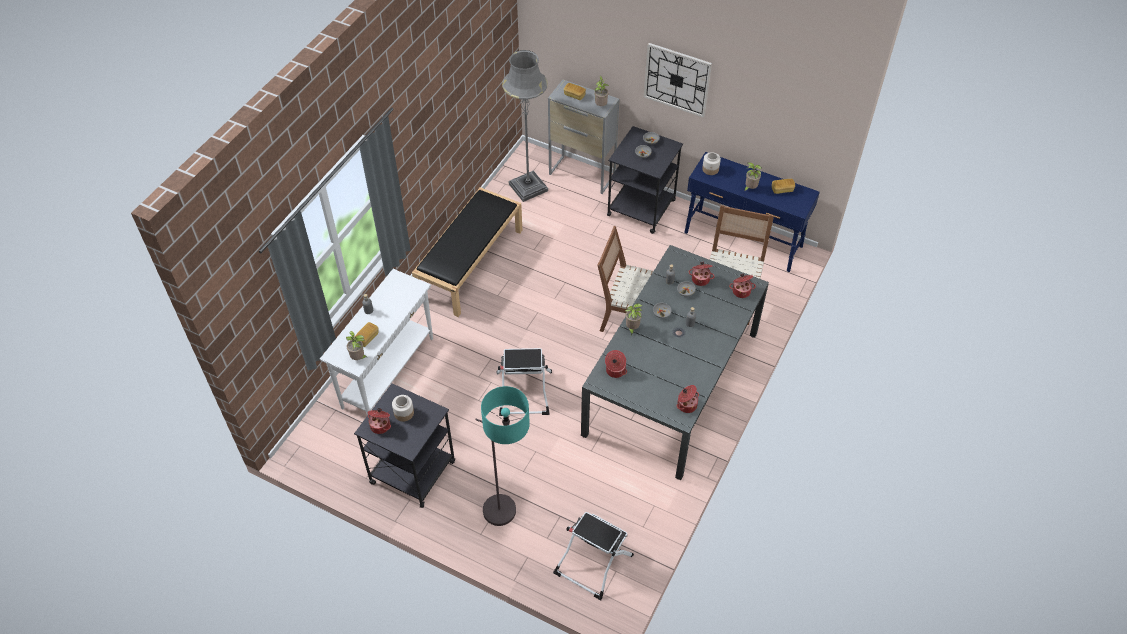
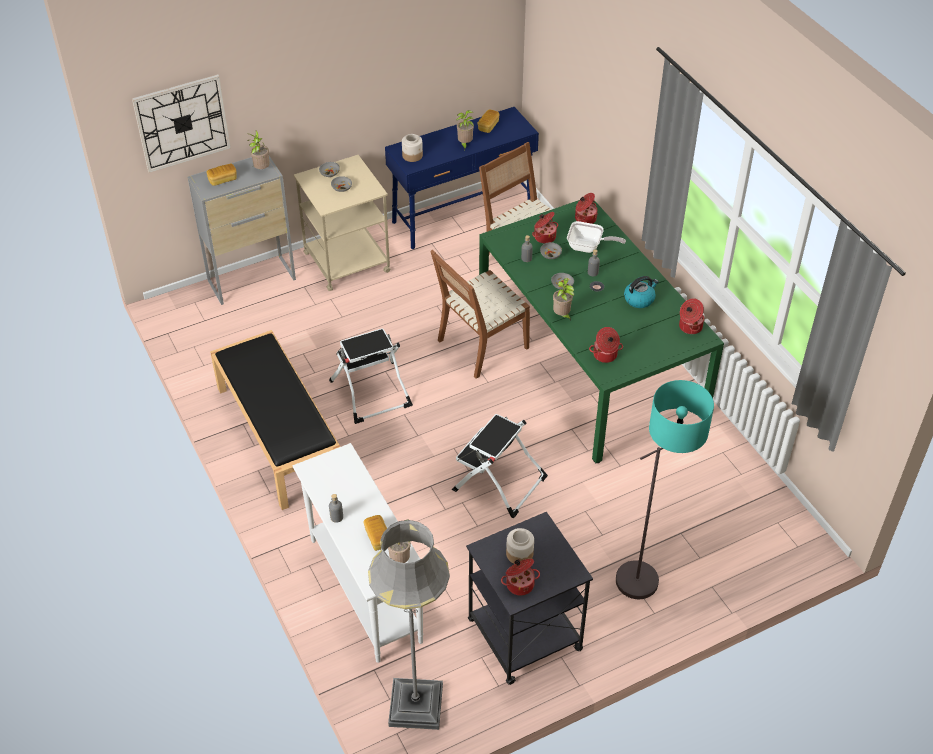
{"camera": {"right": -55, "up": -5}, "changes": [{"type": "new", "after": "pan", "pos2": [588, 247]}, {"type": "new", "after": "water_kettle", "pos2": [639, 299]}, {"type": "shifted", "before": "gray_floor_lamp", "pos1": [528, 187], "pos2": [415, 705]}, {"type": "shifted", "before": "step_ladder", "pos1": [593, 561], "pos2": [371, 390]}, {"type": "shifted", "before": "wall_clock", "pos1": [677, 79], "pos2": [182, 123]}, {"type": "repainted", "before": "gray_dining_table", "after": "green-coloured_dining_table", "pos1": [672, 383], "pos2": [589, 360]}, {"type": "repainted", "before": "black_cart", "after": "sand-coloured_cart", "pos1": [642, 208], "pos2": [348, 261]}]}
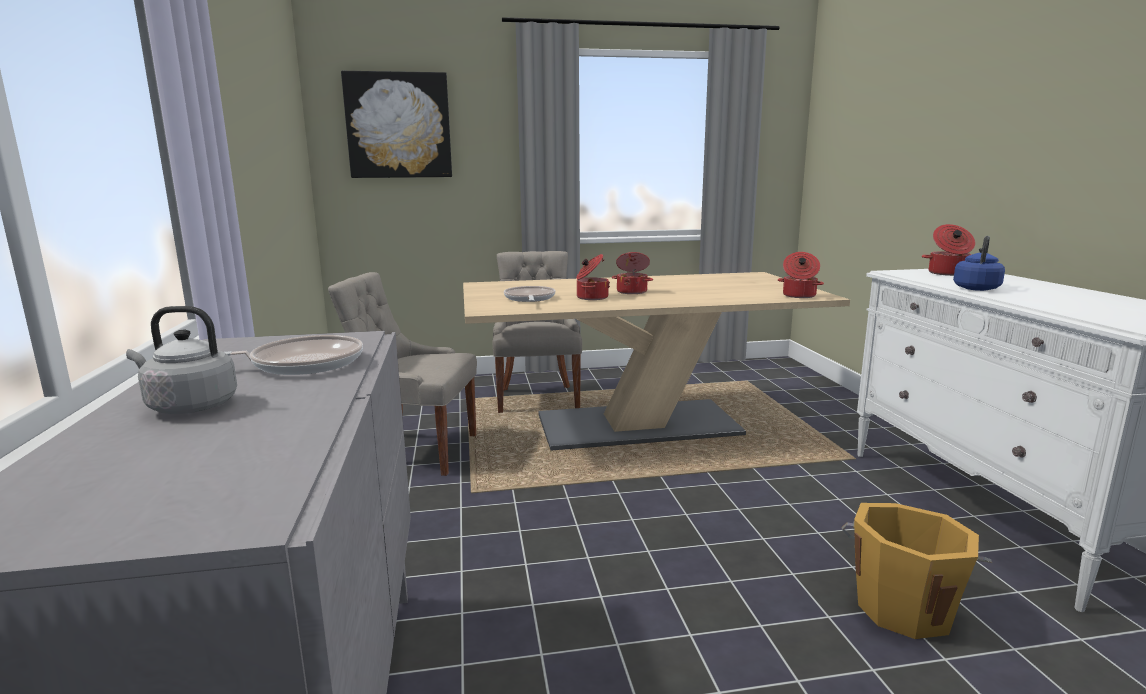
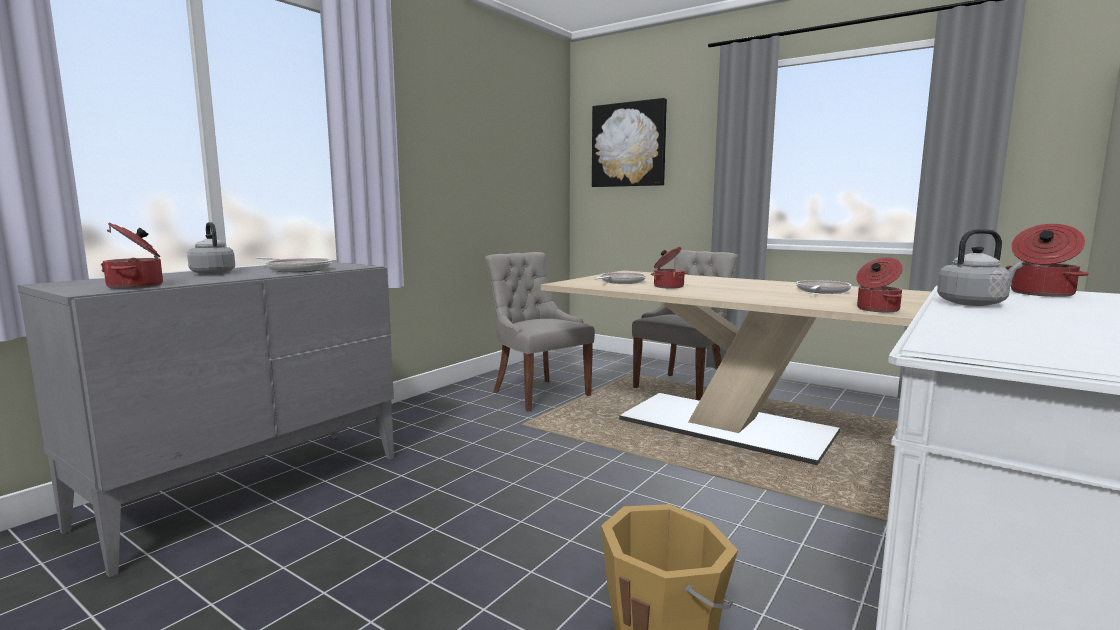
{"camera": {"right": 45, "up": -5}, "changes": [{"type": "new", "after": "pan", "pos2": [821, 291]}, {"type": "shifted", "before": "cooking_pot", "pos1": [632, 291], "pos2": [137, 286]}, {"type": "repainted", "before": "blue_water_kettle", "after": "gray_water_kettle", "pos1": [976, 288], "pos2": [974, 303]}]}
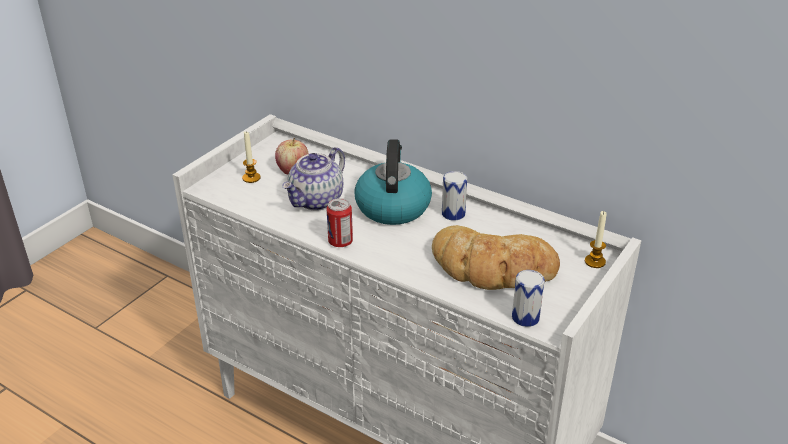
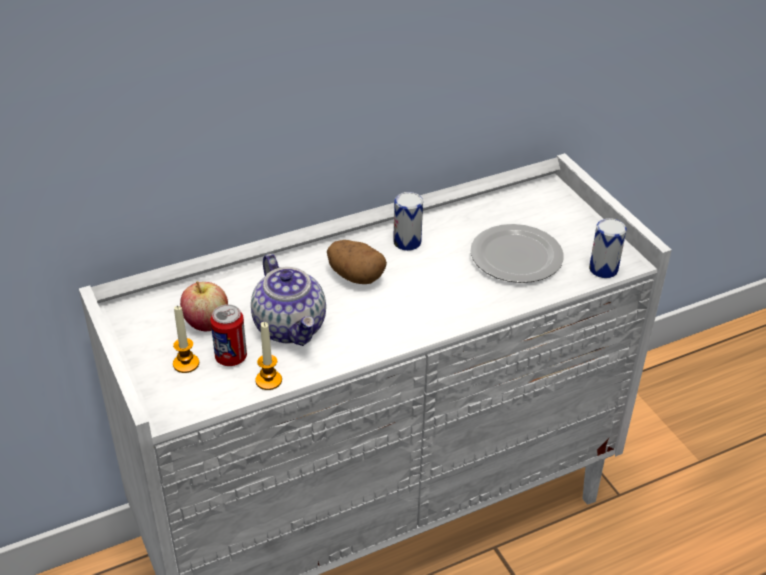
{"camera": {"right": -60, "up": 5}, "changes": [{"type": "shifted", "before": "sealed_can", "pos1": [340, 242], "pos2": [231, 358]}, {"type": "shifted", "before": "candle", "pos1": [595, 261], "pos2": [268, 380]}, {"type": "swapped", "before": "water_kettle", "after": "potato", "pos1": [392, 206], "pos2": [355, 276]}, {"type": "swapped", "before": "bread", "after": "plate", "pos1": [492, 267], "pos2": [516, 256]}]}
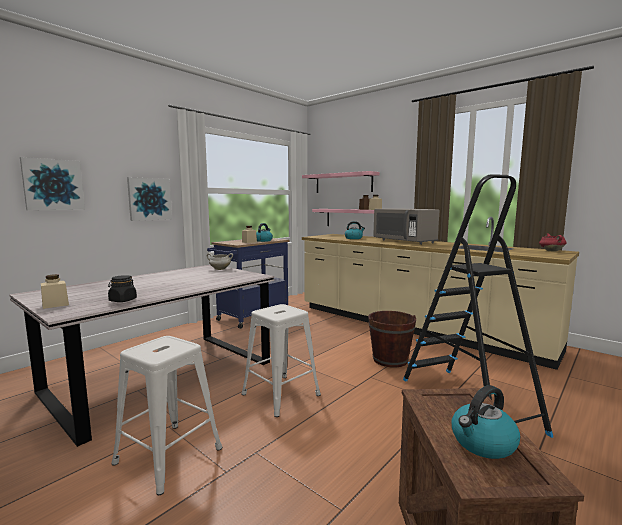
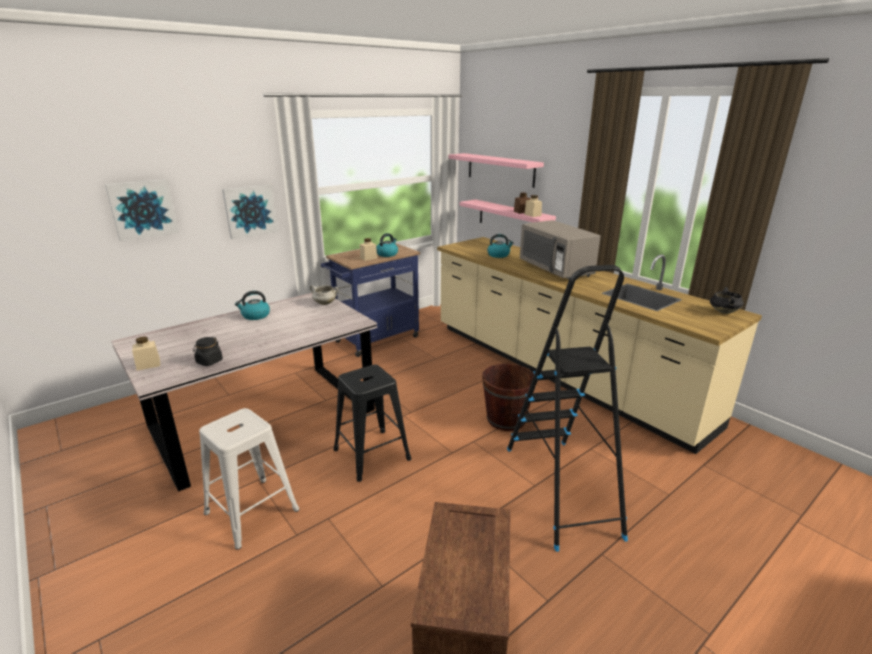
{"camera": {"right": 10, "up": 15}, "changes": [{"type": "shifted", "before": "water_kettle", "pos1": [483, 443], "pos2": [255, 316]}, {"type": "repainted", "before": "white-coloured_stool", "after": "black_stool", "pos1": [281, 395], "pos2": [371, 454]}, {"type": "repainted", "before": "red-coloured_cooking_pot", "after": "black_cooking_pot", "pos1": [551, 251], "pos2": [723, 312]}]}
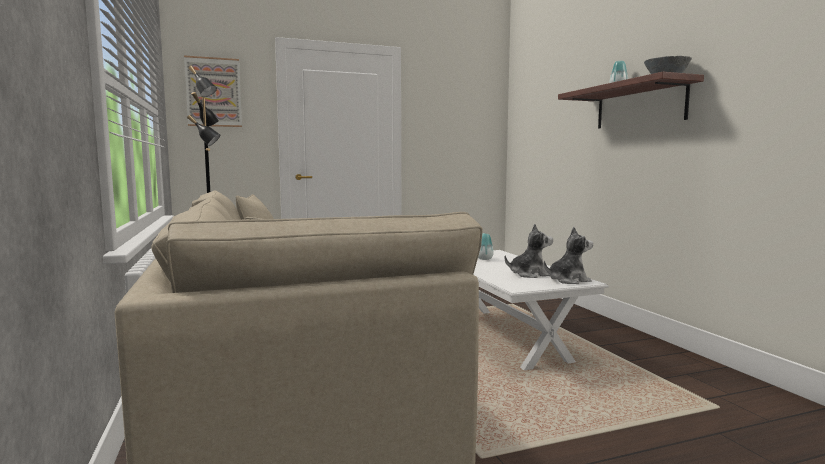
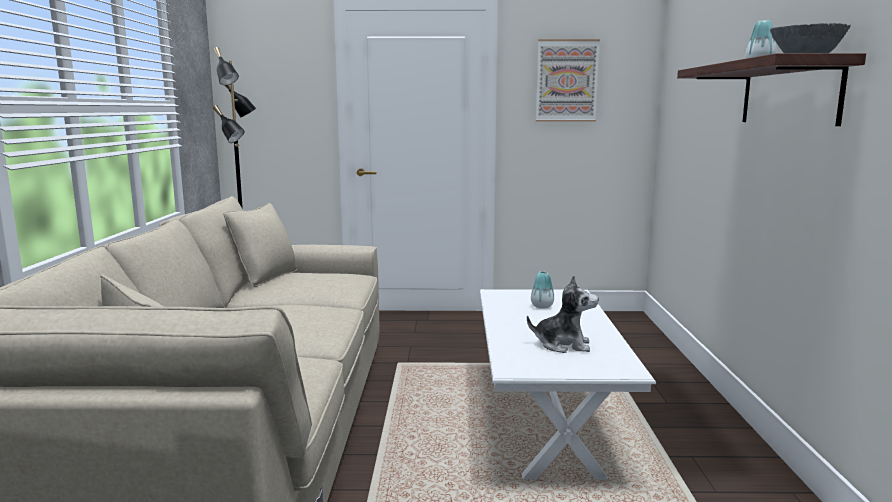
{"camera": {"right": 20, "up": 5}, "changes": [{"type": "gone", "before": "cuddly_toy", "pos1": [568, 280]}, {"type": "shifted", "before": "wall_picture", "pos1": [213, 92], "pos2": [566, 81]}]}
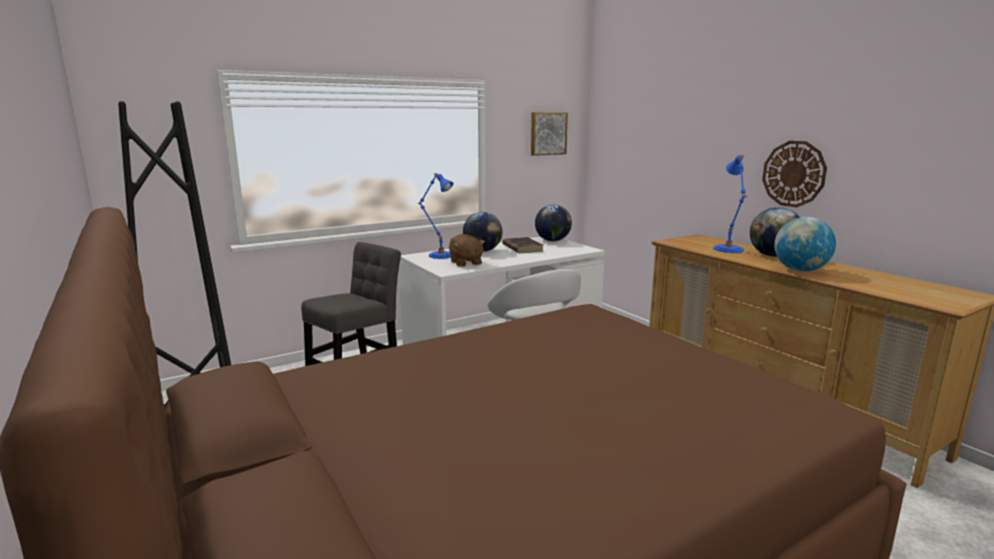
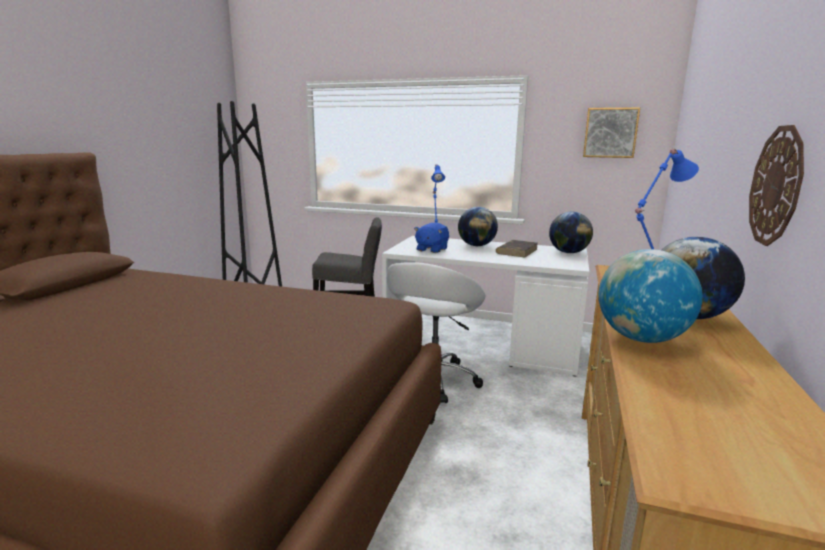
{"camera": {"right": 50, "up": 0}, "changes": [{"type": "repainted", "before": "brown-coloured_cuddly_toy", "after": "blue_cuddly_toy", "pos1": [465, 263], "pos2": [431, 249]}]}
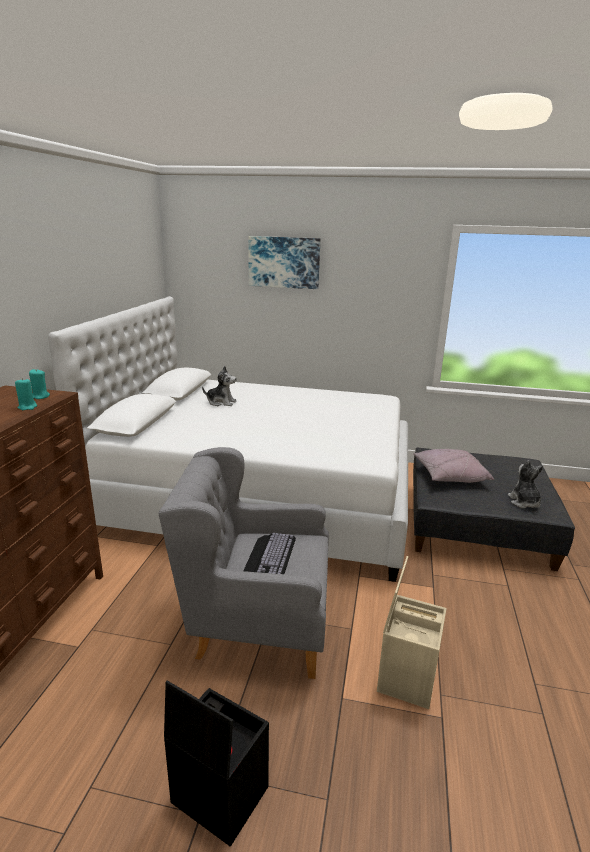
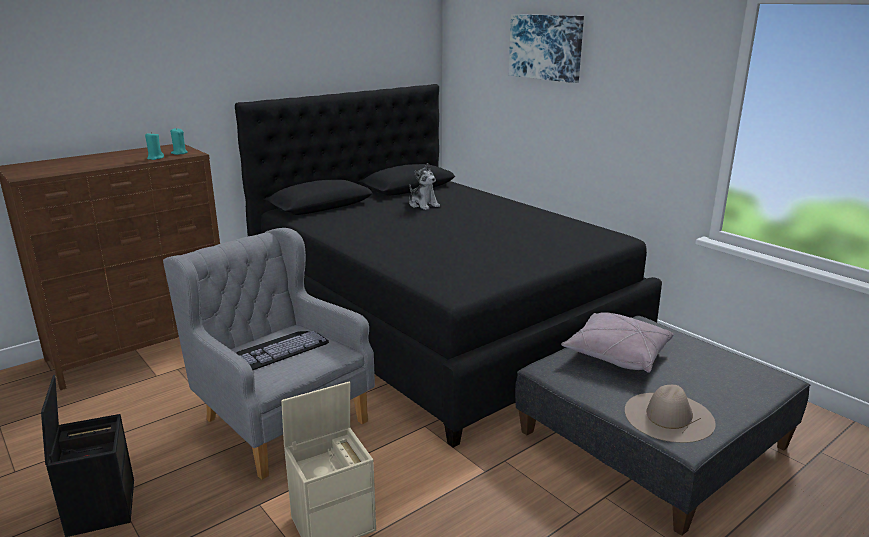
{"camera": {"right": 40, "up": 0}, "changes": [{"type": "swapped", "before": "cuddly_toy", "after": "sand-coloured_hat", "pos1": [524, 502], "pos2": [668, 416]}, {"type": "repainted", "before": "white-coloured_bedroom_bed", "after": "black_bedroom_bed", "pos1": [261, 496], "pos2": [440, 323]}]}
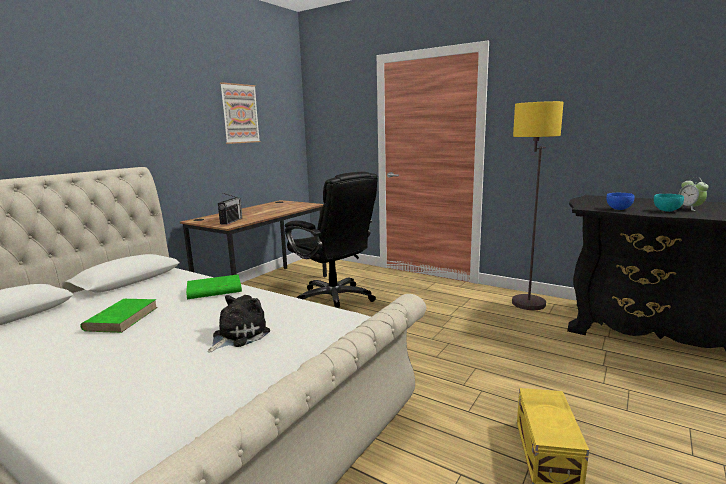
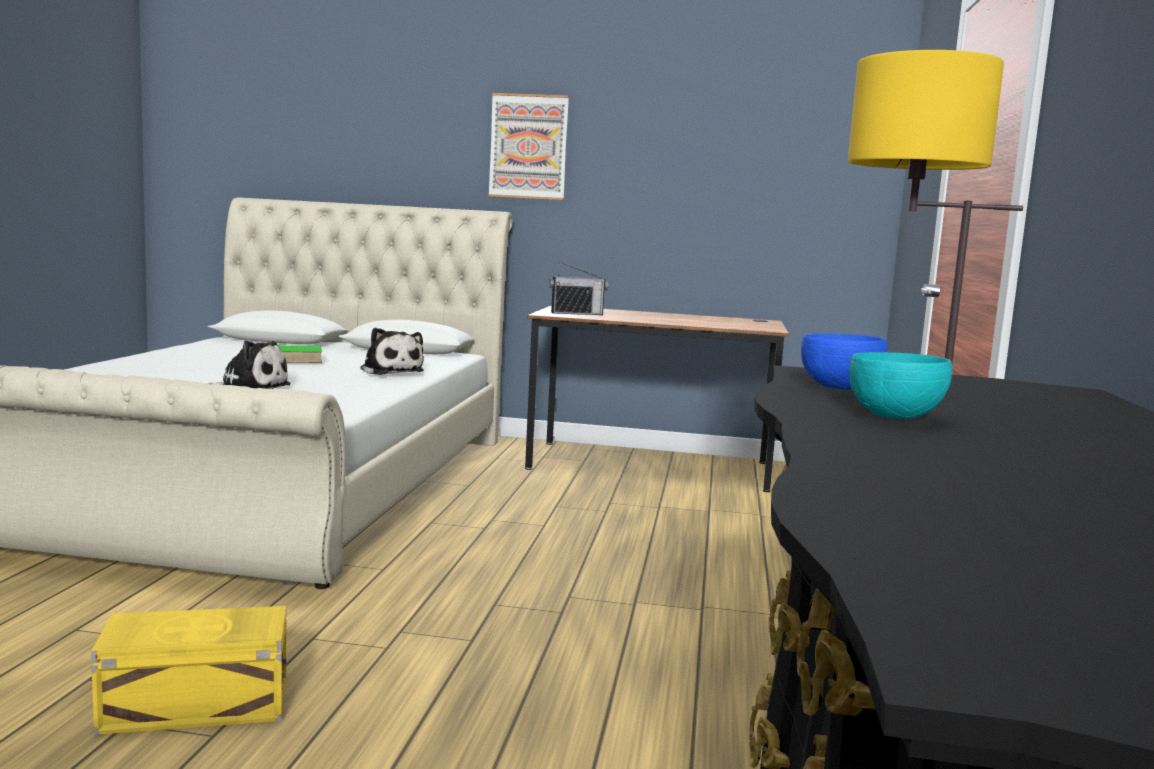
{"camera": {"right": 65, "up": -5}, "changes": [{"type": "gone", "before": "black_office_chair", "pos1": [334, 299]}, {"type": "gone", "before": "bedside_clock", "pos1": [690, 208]}, {"type": "shifted", "before": "wall_picture", "pos1": [240, 114], "pos2": [528, 147]}, {"type": "swapped", "before": "green-coloured_bound_book", "after": "cuddly_toy", "pos1": [214, 290], "pos2": [390, 371]}]}
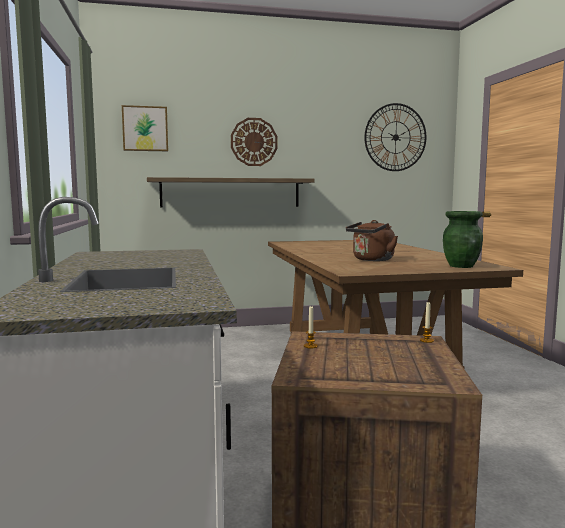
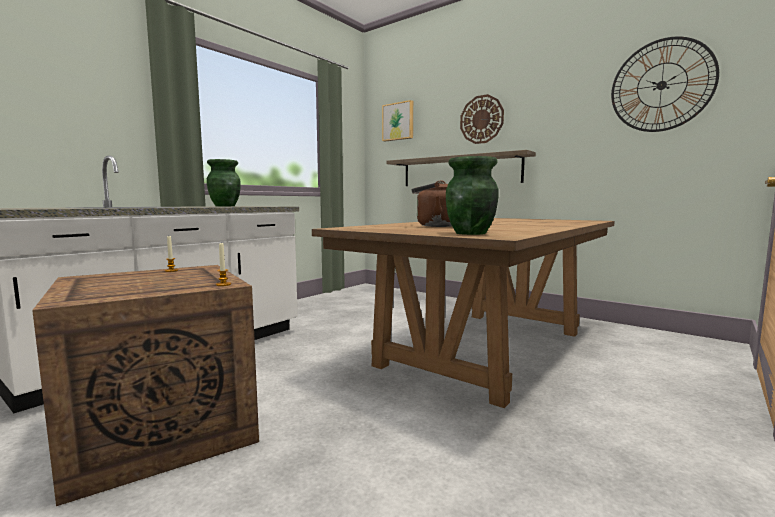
{"camera": {"right": 50, "up": 0}, "changes": [{"type": "new", "after": "green-coloured_decorative_vase", "pos2": [225, 206]}]}
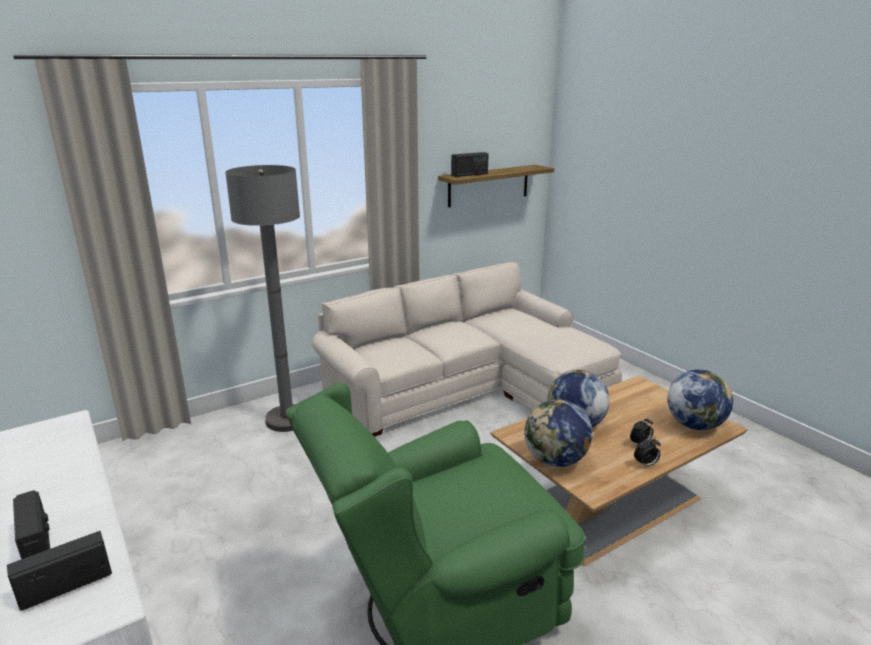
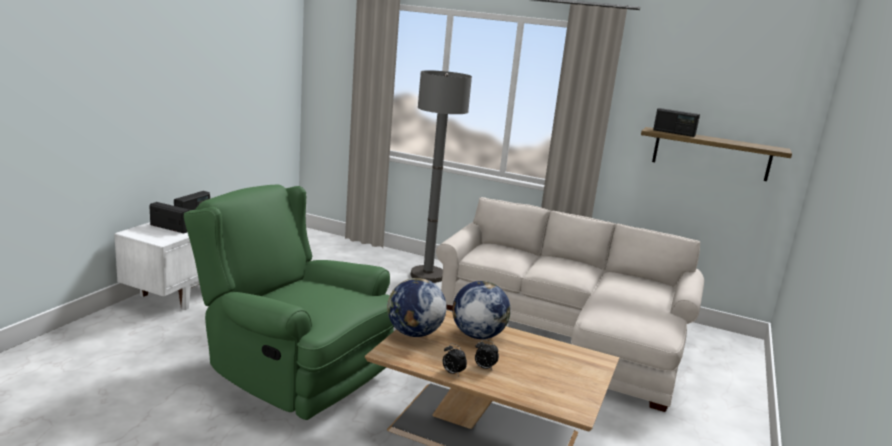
{"camera": {"right": 55, "up": -5}, "changes": [{"type": "gone", "before": "globe", "pos1": [694, 425]}]}
